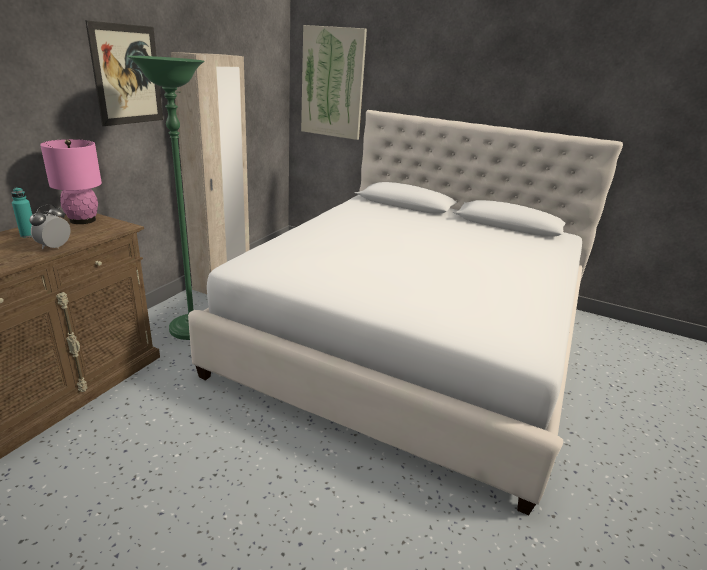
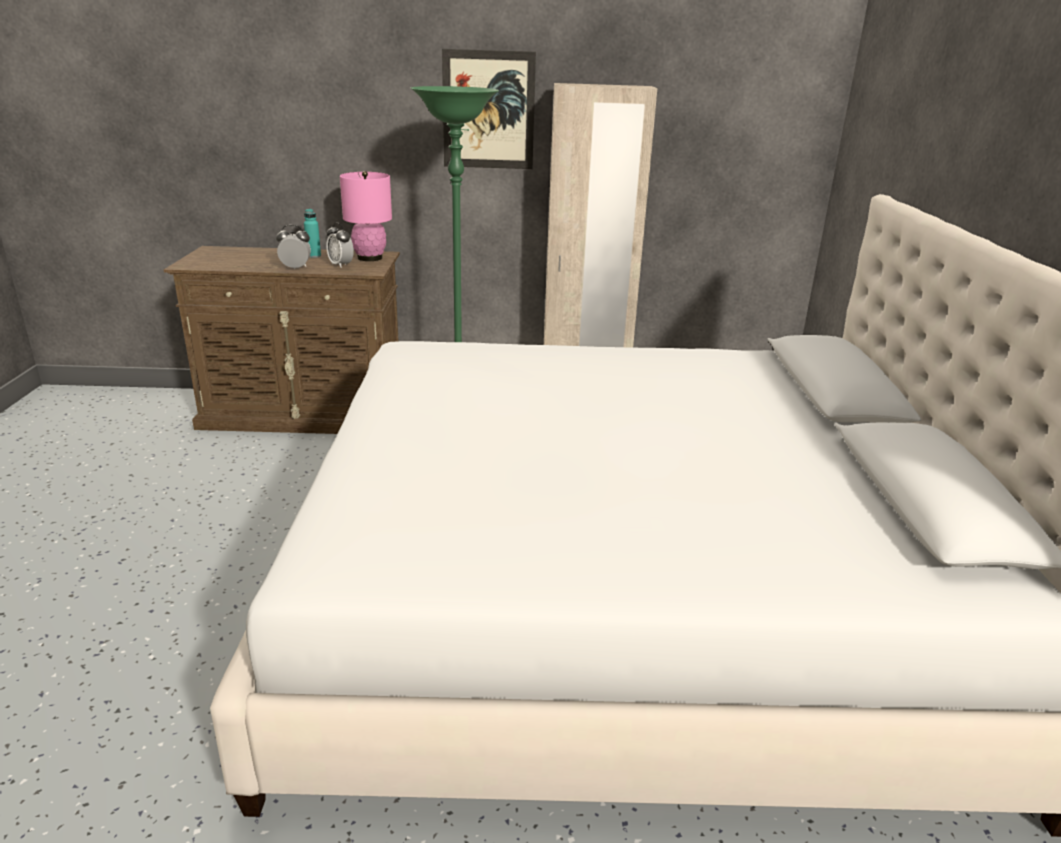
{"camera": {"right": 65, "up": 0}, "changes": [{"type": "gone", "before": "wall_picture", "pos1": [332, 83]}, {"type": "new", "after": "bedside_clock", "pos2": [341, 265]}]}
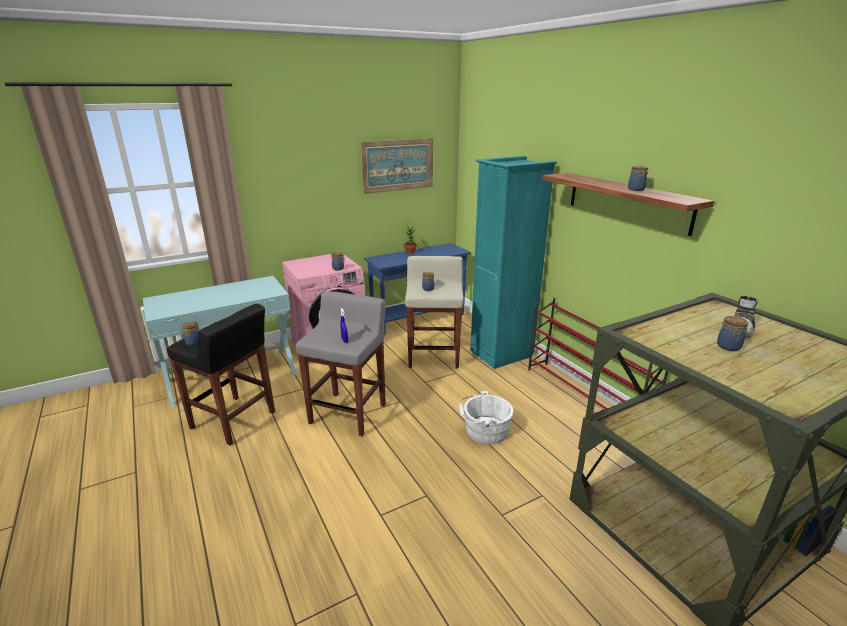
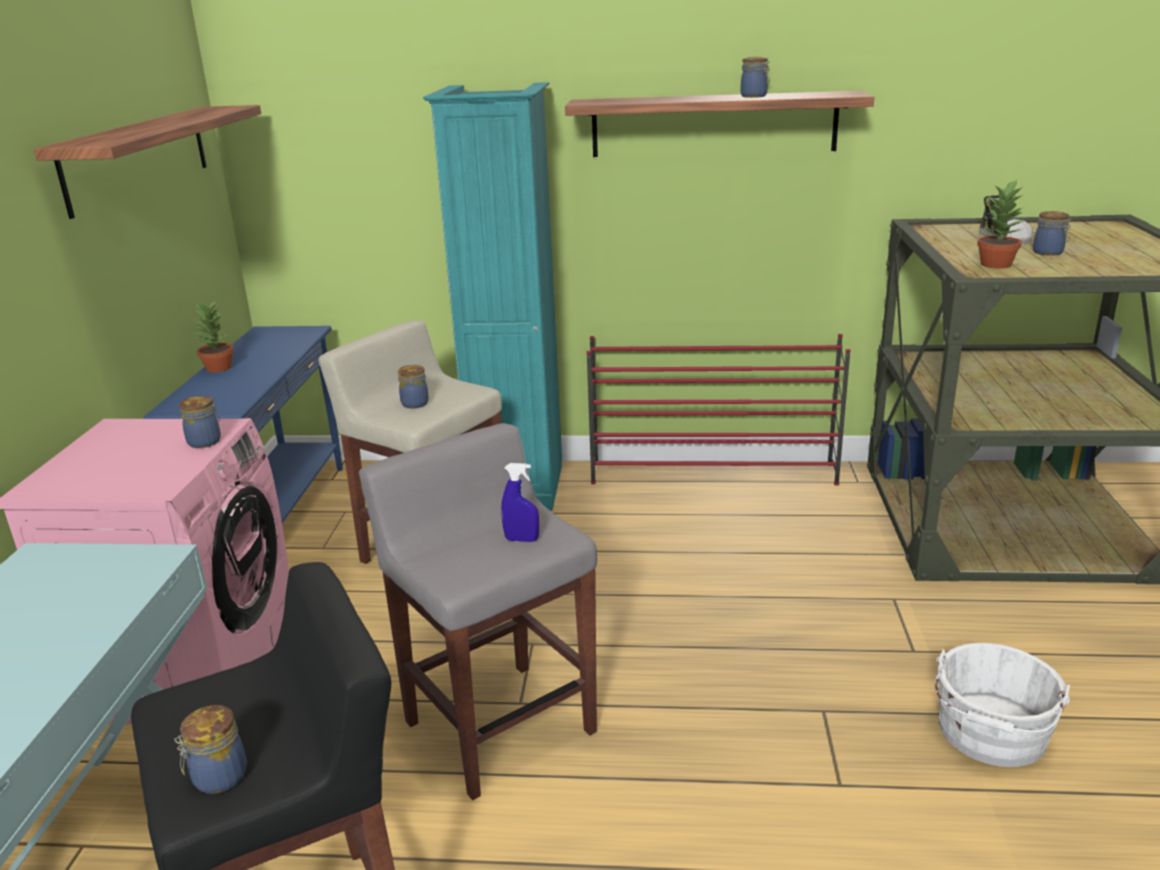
{"camera": {"right": -55, "up": 0}, "changes": [{"type": "new", "after": "plant_in_a_pot", "pos2": [997, 264]}, {"type": "shifted", "before": "white-coloured_water_bucket", "pos1": [484, 430], "pos2": [990, 735]}, {"type": "swapped", "before": "wall_picture", "after": "bracket_shelf", "pos1": [398, 165], "pos2": [138, 157]}]}
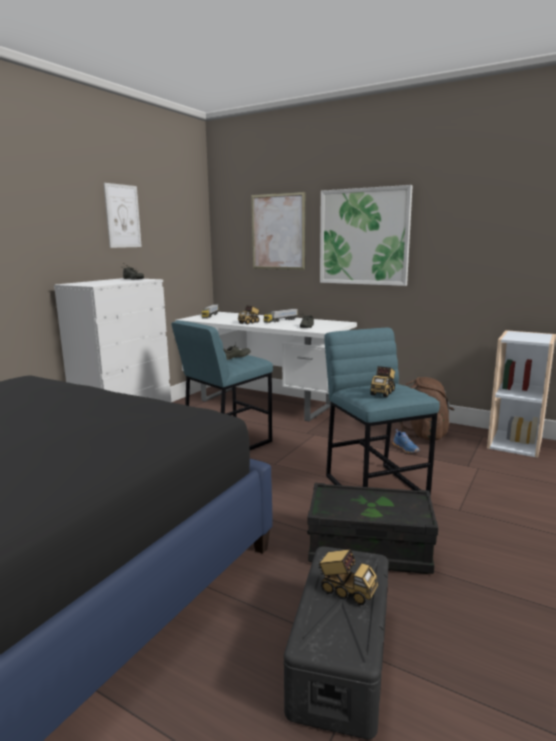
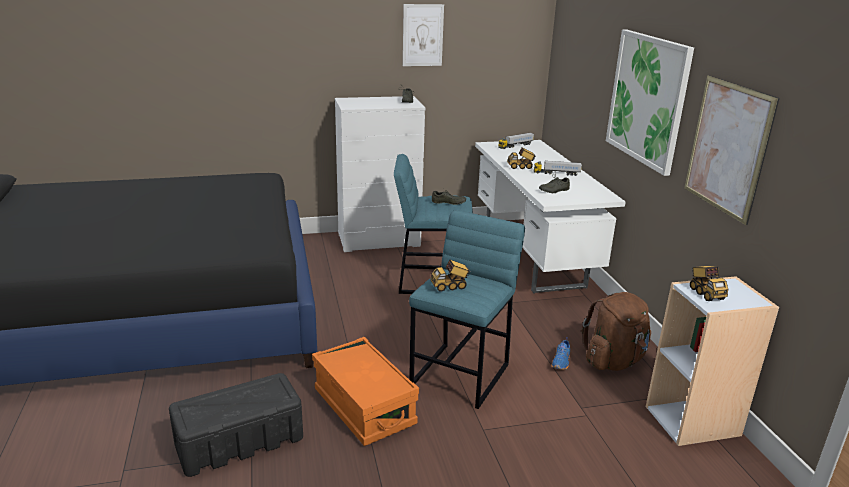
{"camera": {"right": 45, "up": 10}, "changes": [{"type": "shifted", "before": "wall_picture", "pos1": [278, 232], "pos2": [727, 148]}, {"type": "shifted", "before": "toy_truck", "pos1": [346, 591], "pos2": [705, 293]}, {"type": "repainted", "before": "black_storage_bin", "after": "orange_storage_bin", "pos1": [369, 549], "pos2": [364, 407]}]}
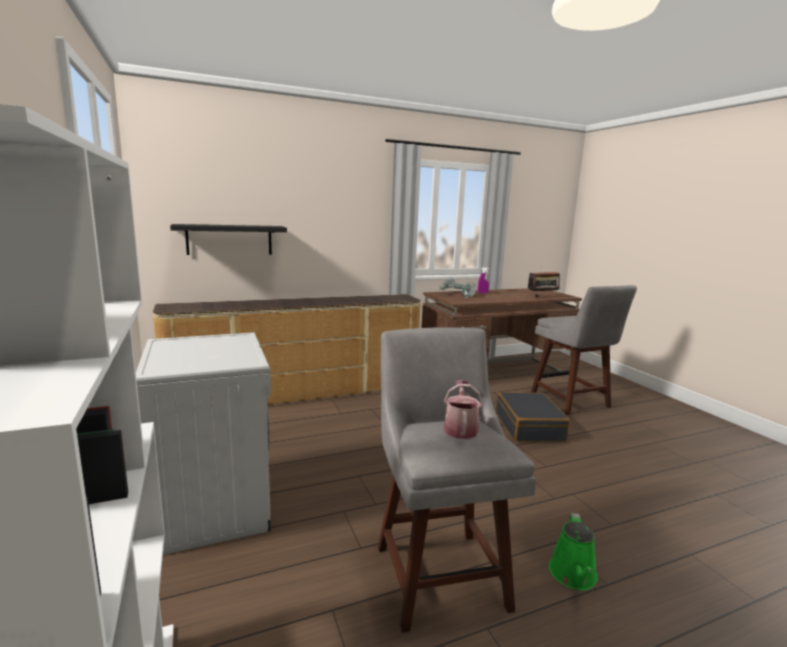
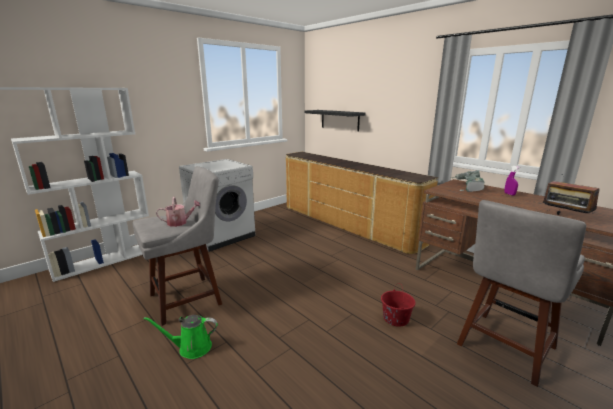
{"camera": {"right": 70, "up": 5}, "changes": [{"type": "swapped", "before": "black_piece_of_luggage", "after": "red-coloured_water_bucket", "pos1": [529, 426], "pos2": [396, 318]}]}
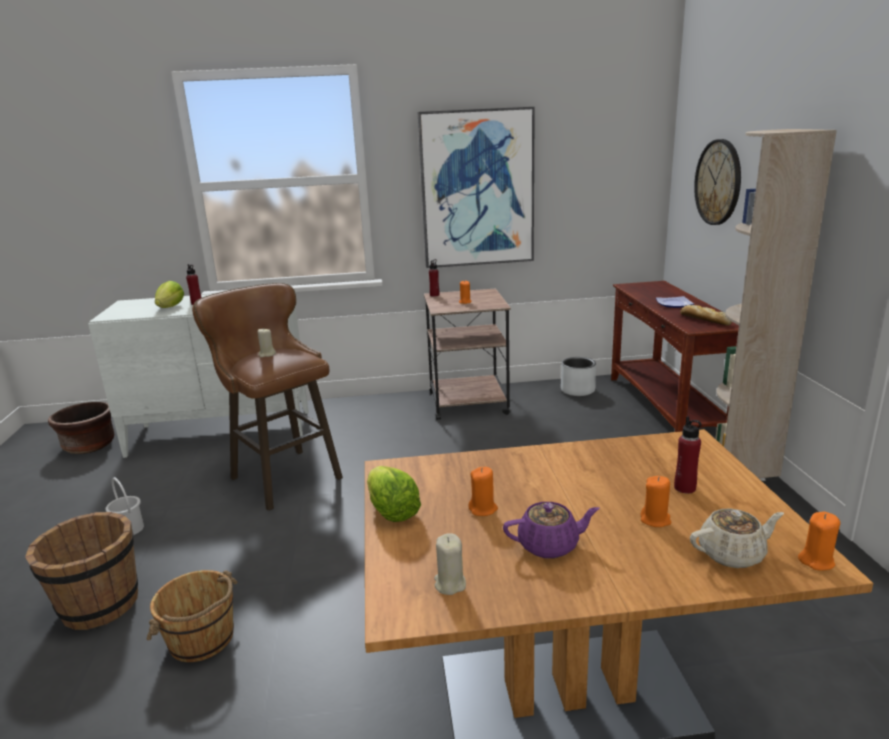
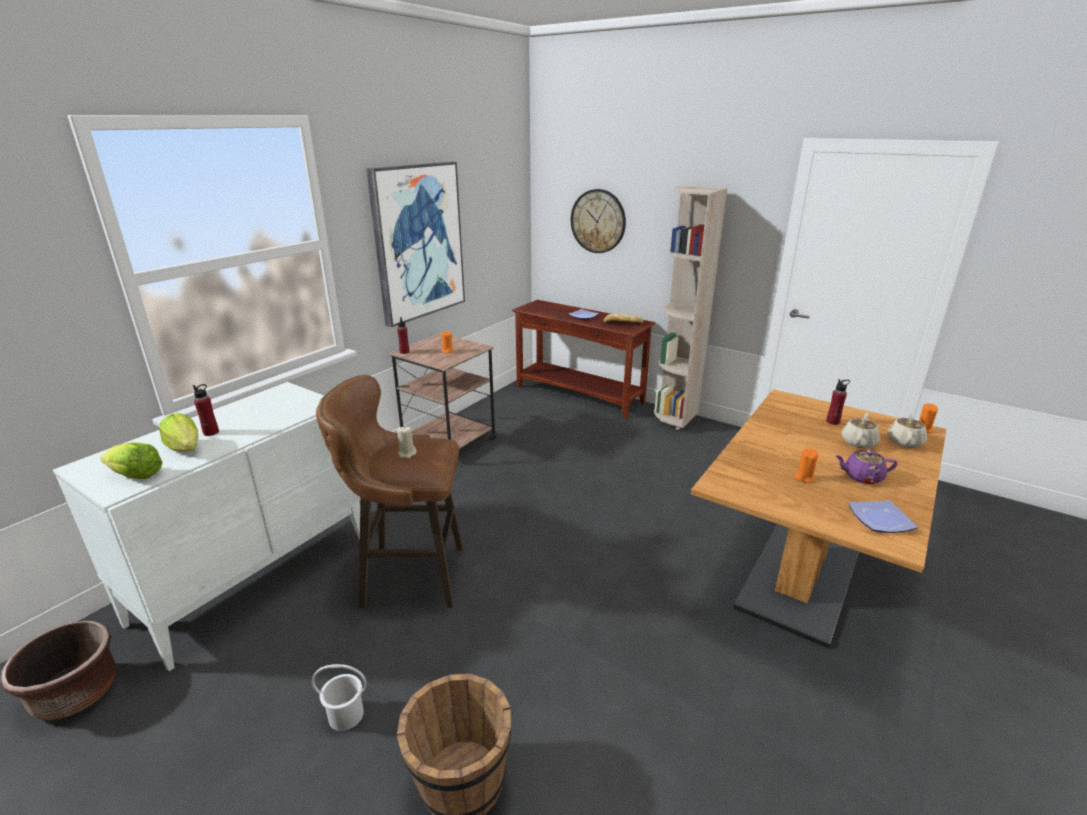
{"camera": {"right": -50, "up": 5}, "changes": [{"type": "gone", "before": "brown-coloured_water_bucket", "pos1": [202, 639]}, {"type": "gone", "before": "white-coloured_flower_pot", "pos1": [577, 390]}, {"type": "shifted", "before": "lettuce", "pos1": [391, 511], "pos2": [136, 476]}, {"type": "swapped", "before": "sand-coloured_candle", "after": "plate", "pos1": [449, 584], "pos2": [880, 519]}, {"type": "swapped", "before": "orange_candle", "after": "sand-coloured_teapot", "pos1": [655, 520], "pos2": [858, 442]}, {"type": "rotated", "before": "purple_teapot", "pos1": [549, 545], "pos2": [861, 477], "turn": -120}]}
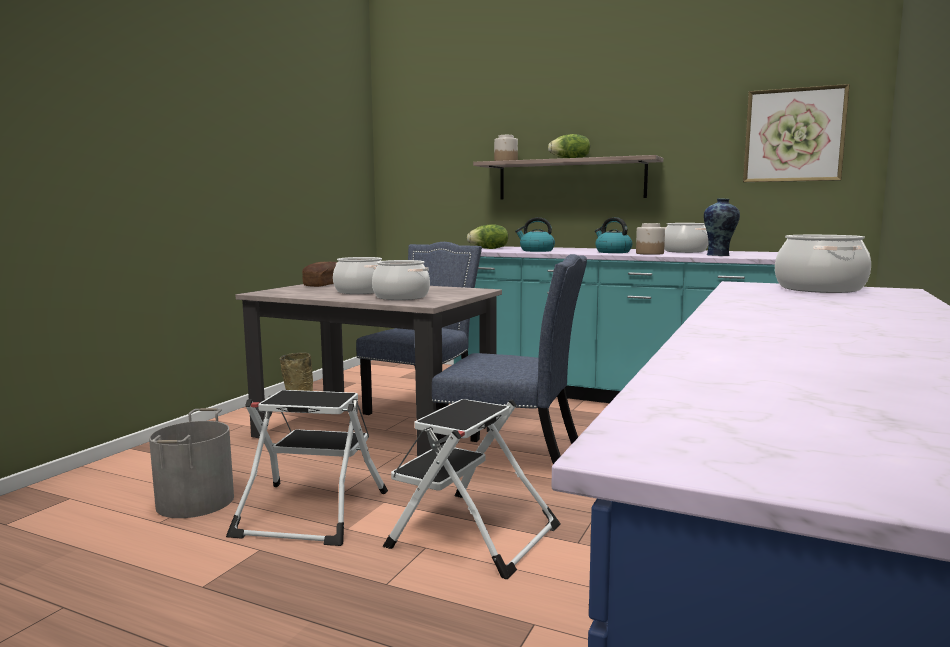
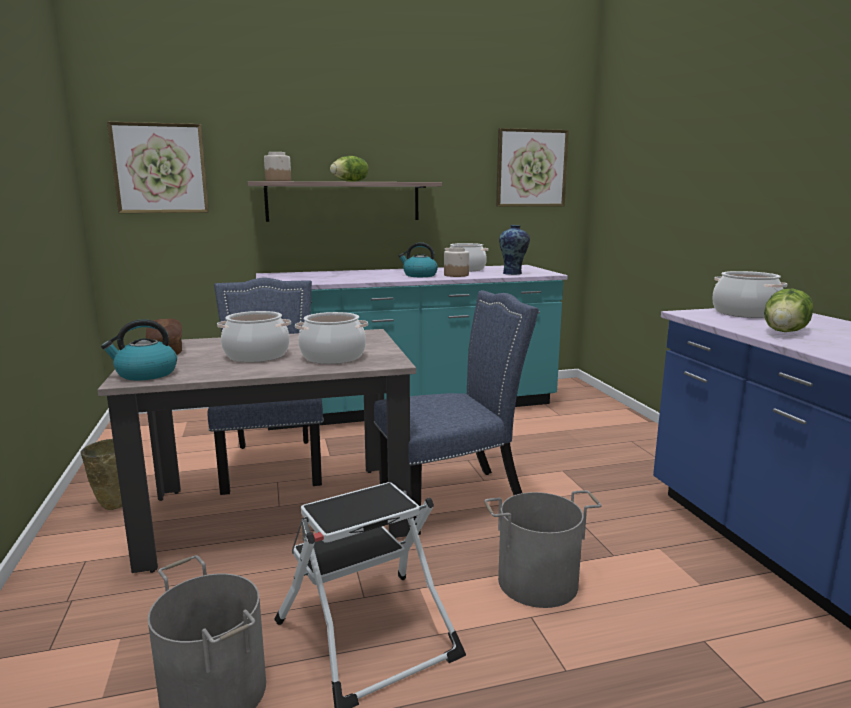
{"camera": {"right": -40, "up": 5}, "changes": [{"type": "new", "after": "wall_picture", "pos2": [160, 168]}, {"type": "shifted", "before": "lettuce", "pos1": [489, 249], "pos2": [786, 332]}, {"type": "shifted", "before": "water_kettle", "pos1": [536, 250], "pos2": [145, 374]}, {"type": "swapped", "before": "step_ladder", "after": "gray_water_bucket", "pos1": [473, 532], "pos2": [538, 582]}]}
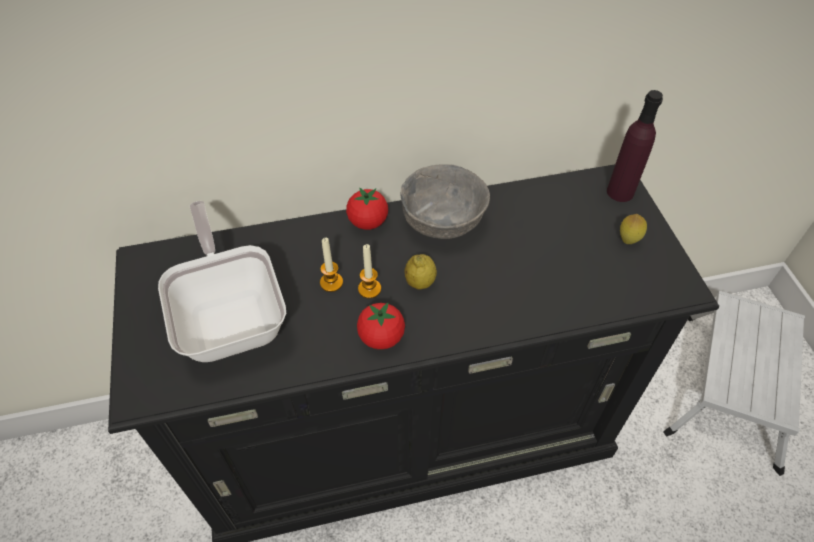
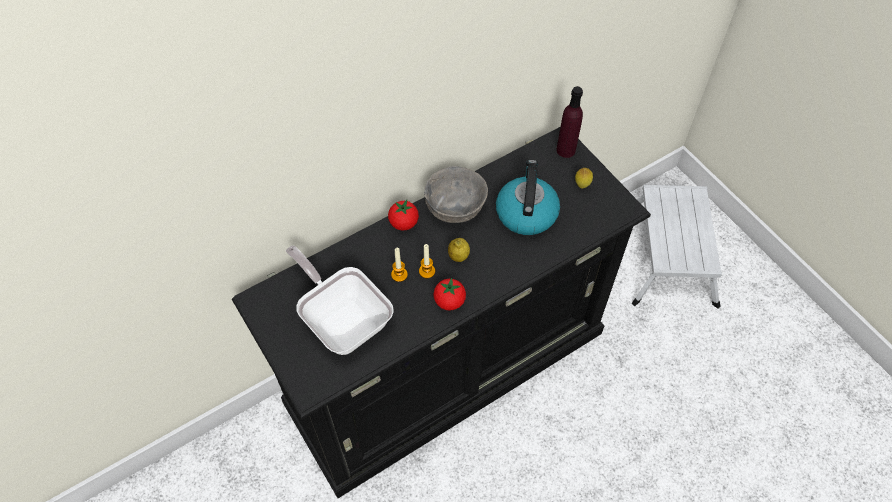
{"camera": {"right": -20, "up": 5}, "changes": [{"type": "new", "after": "water_kettle", "pos2": [526, 212]}]}
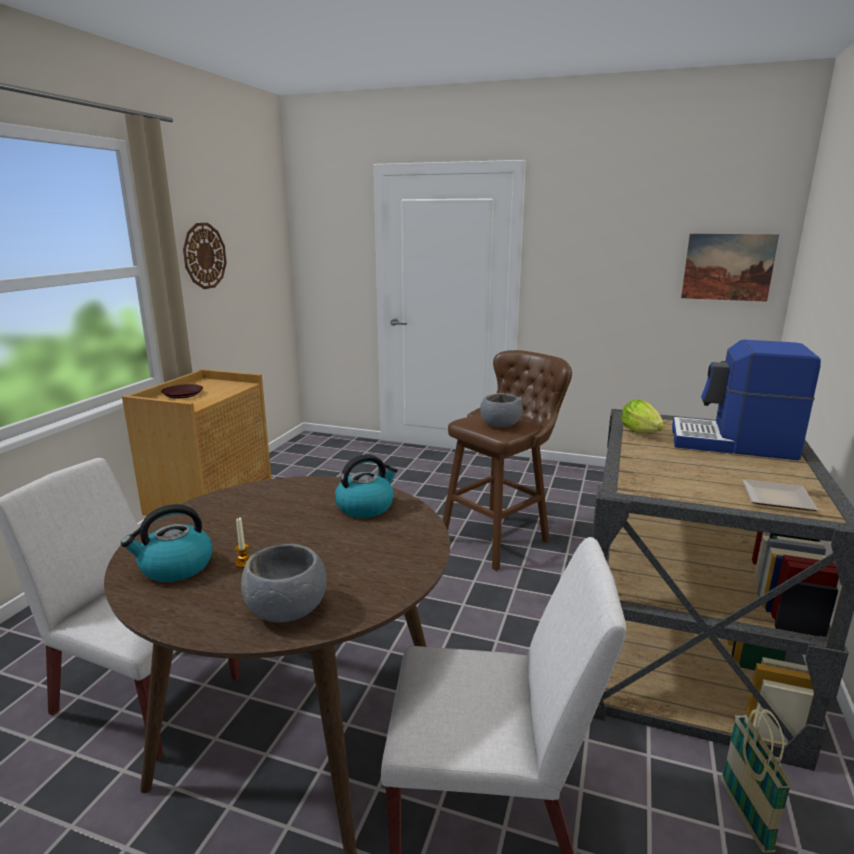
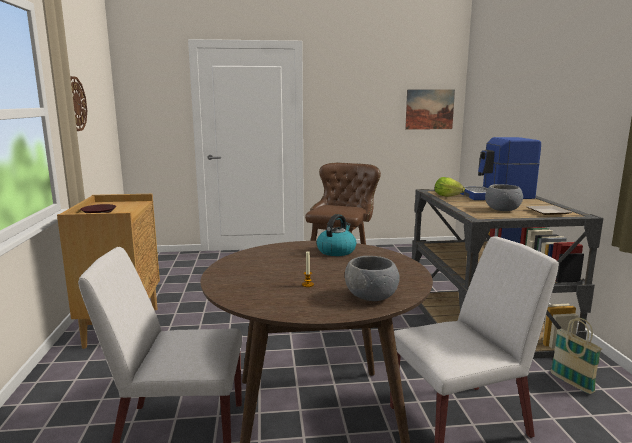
{"camera": {"right": -25, "up": -5}, "changes": [{"type": "gone", "before": "water_kettle", "pos1": [175, 567]}, {"type": "shifted", "before": "gray_bowl", "pos1": [500, 424], "pos2": [502, 210]}]}
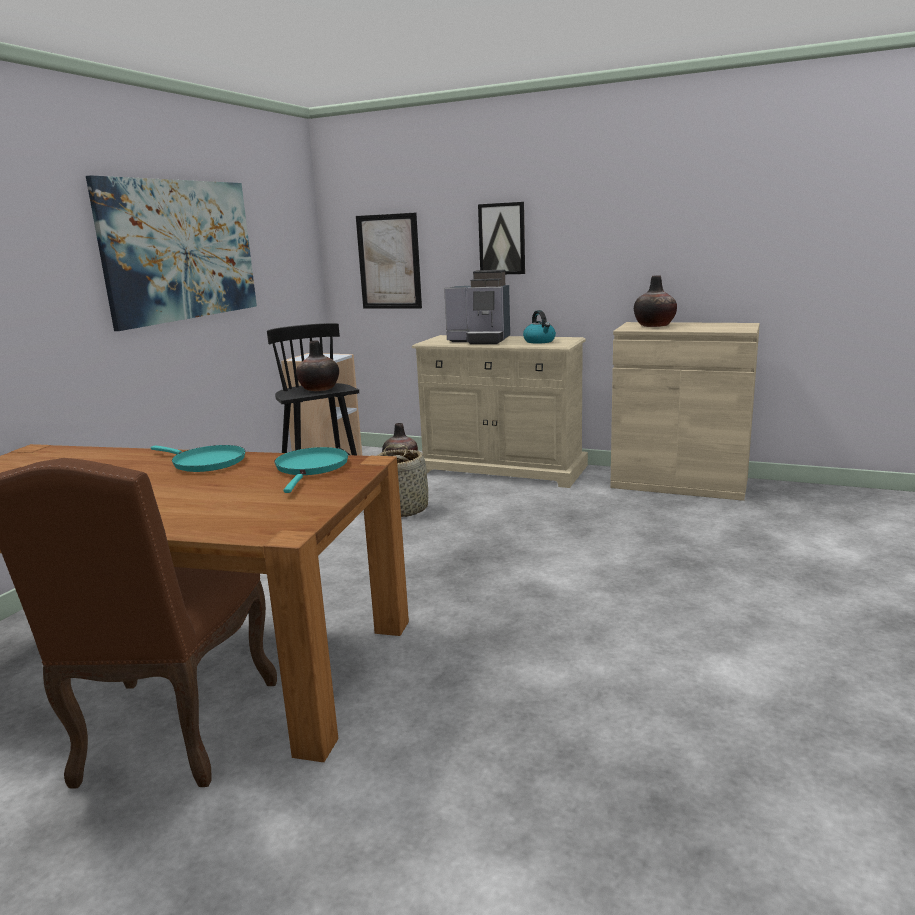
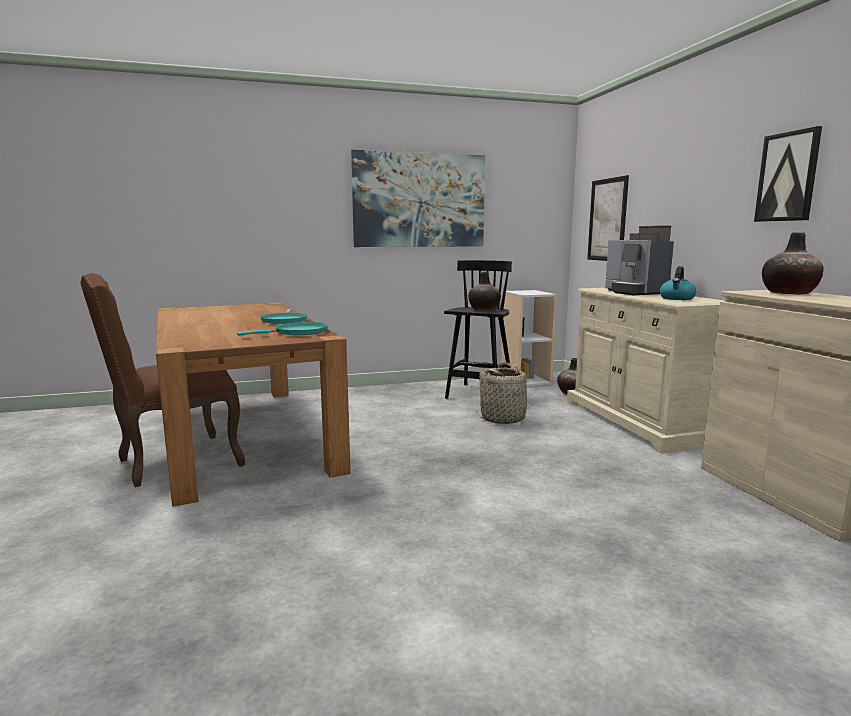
{"camera": {"right": 50, "up": -5}, "changes": [{"type": "shifted", "before": "wall_picture", "pos1": [502, 239], "pos2": [788, 177]}]}
